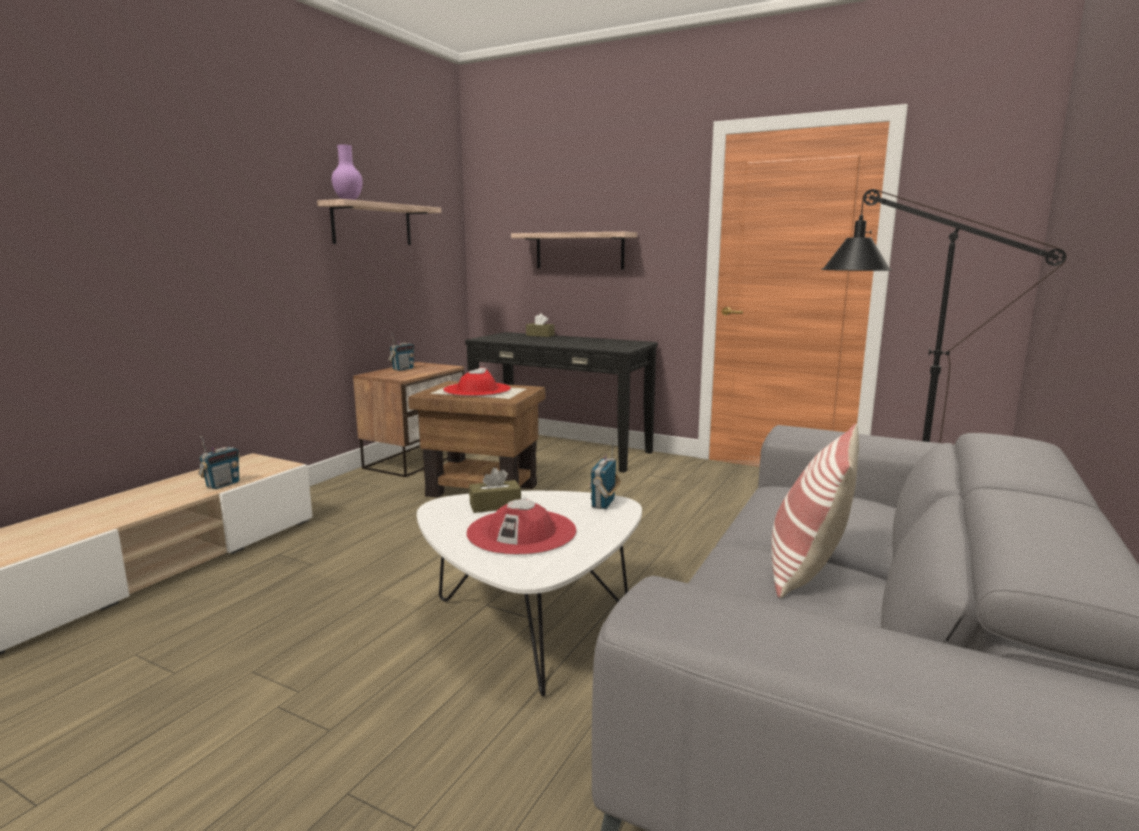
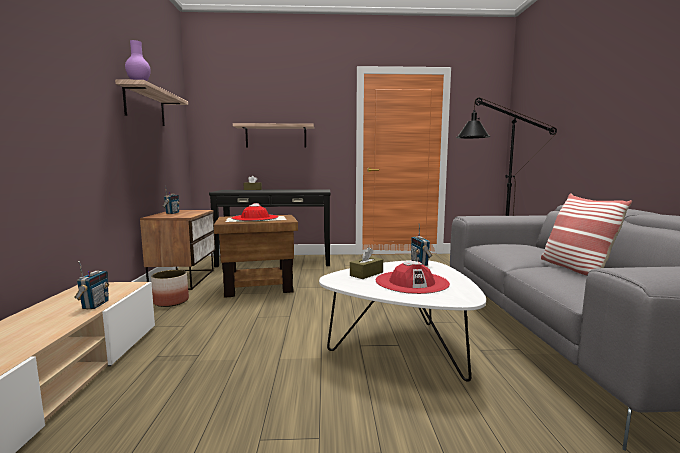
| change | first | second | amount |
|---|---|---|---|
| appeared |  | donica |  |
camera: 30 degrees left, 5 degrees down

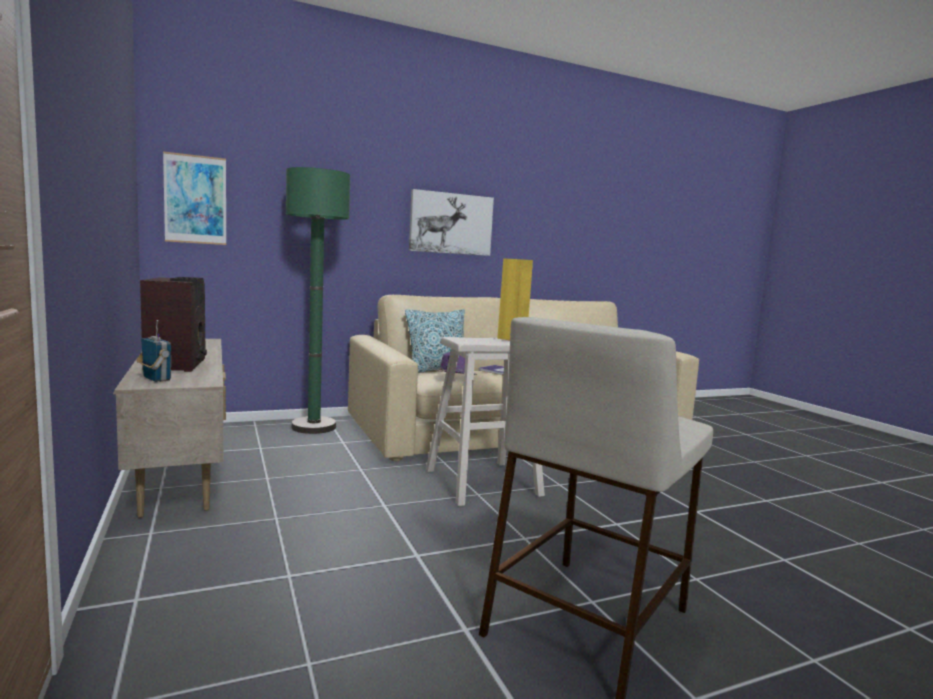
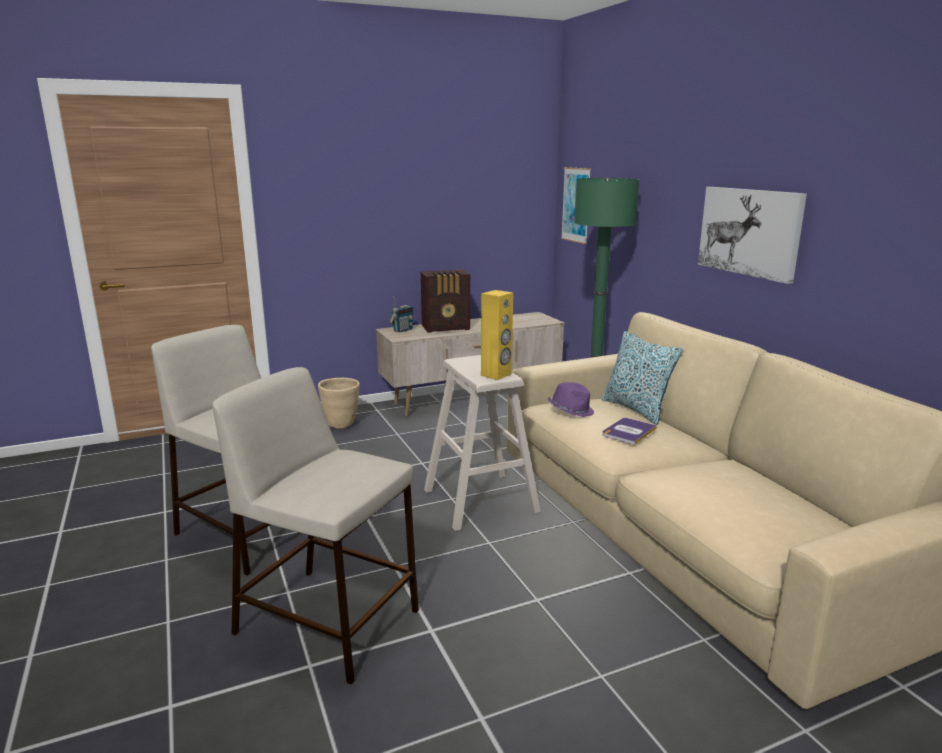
| change | first | second | amount |
|---|---|---|---|
| appeared |  | stołek [beżowy] (no. 2 from left) |  |
| appeared |  | donica [beżowy] |  |
camera: 90 degrees right, 10 degrees up

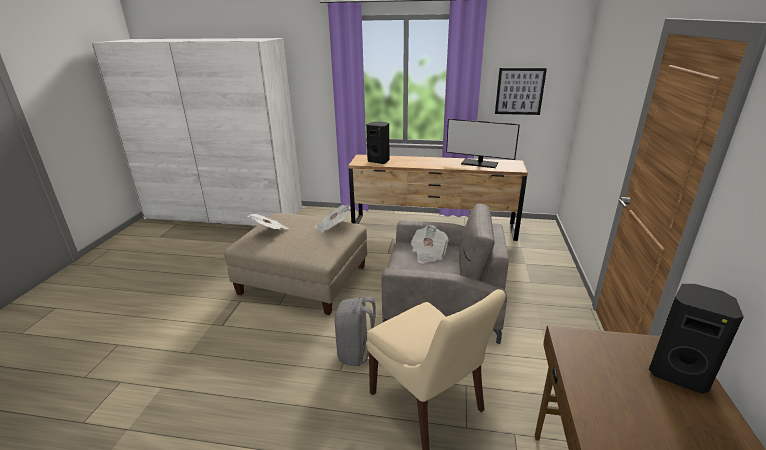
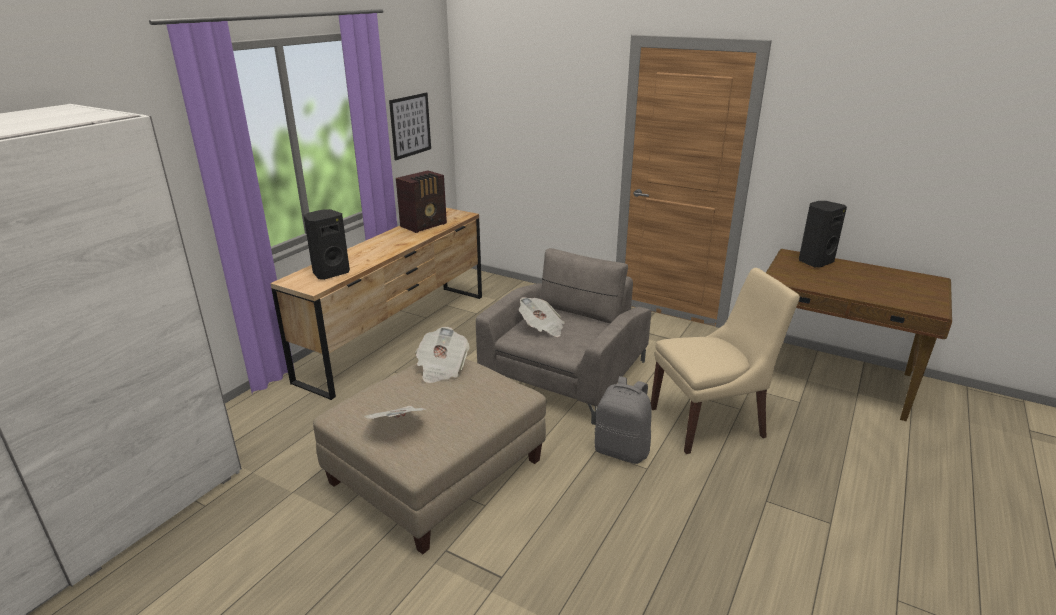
| change | first | second | amount |
|---|---|---|---|
| exchanged | monitor | radio |  |
camera: 70 degrees left, 0 degrees up

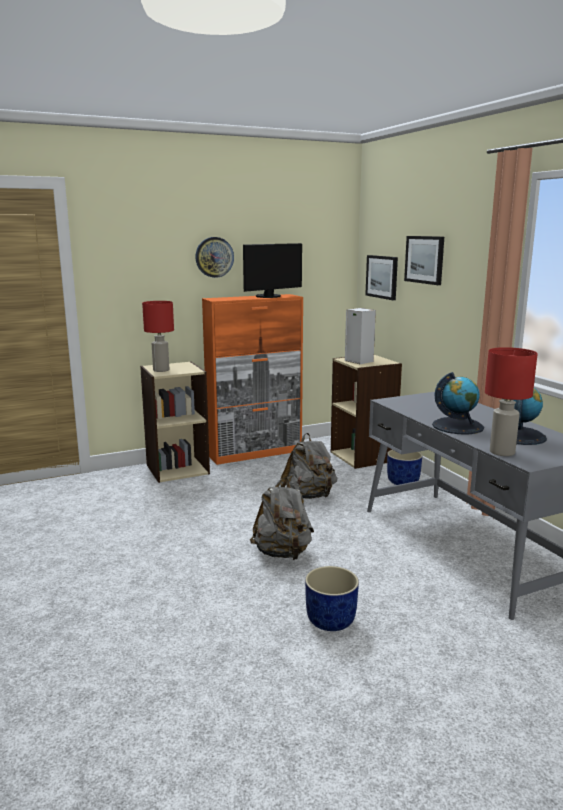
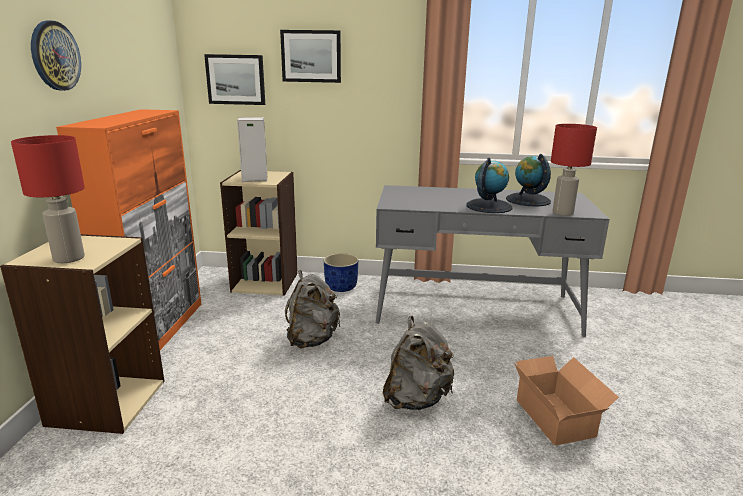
| change | first | second | amount |
|---|---|---|---|
| missing | monitor |  |  |
| exchanged | donica [niebieski] (no. 1 from left) | karton |  |
camera: 60 degrees left, 5 degrees up

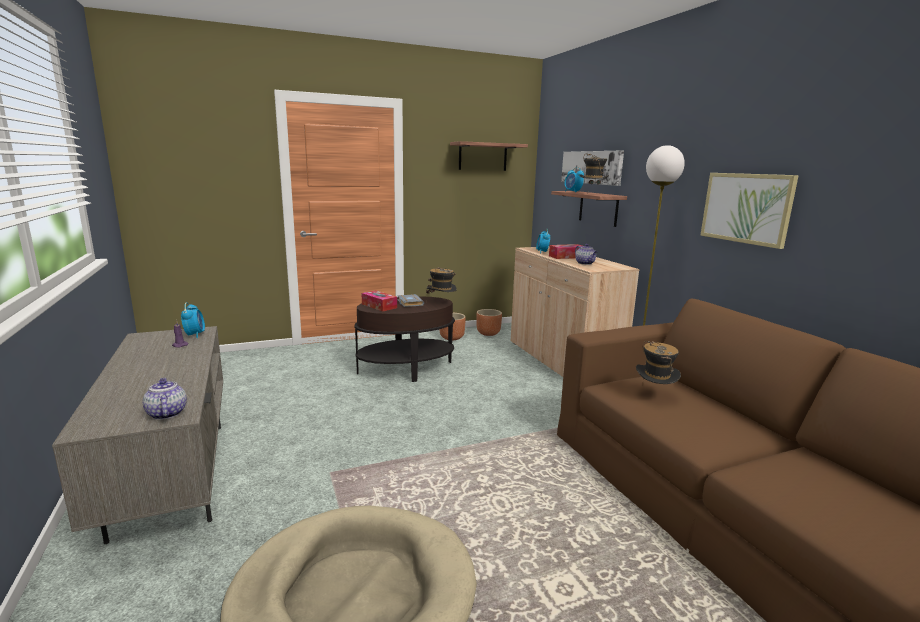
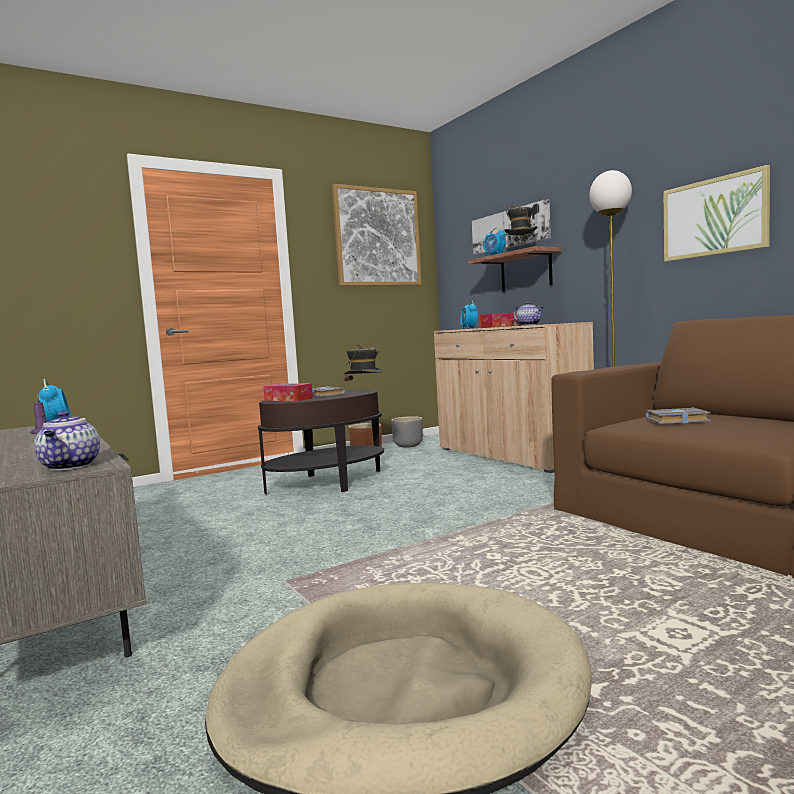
| change | first | second | amount |
|---|---|---|---|
| exchanged | półka (no. 1 from left) | obraz (no. 1 from left) |  |
| exchanged | kapelusz (no. 3 from left) | książka [szary] (no. 2 from left) |  |
| colour | donica [brązowy] (no. 2 from left) | donica [szary] |  |
| spun | imbryk (no. 1 from left) |  | 150 degrees counterclockwise |
camera: 10 degrees left, 10 degrees down

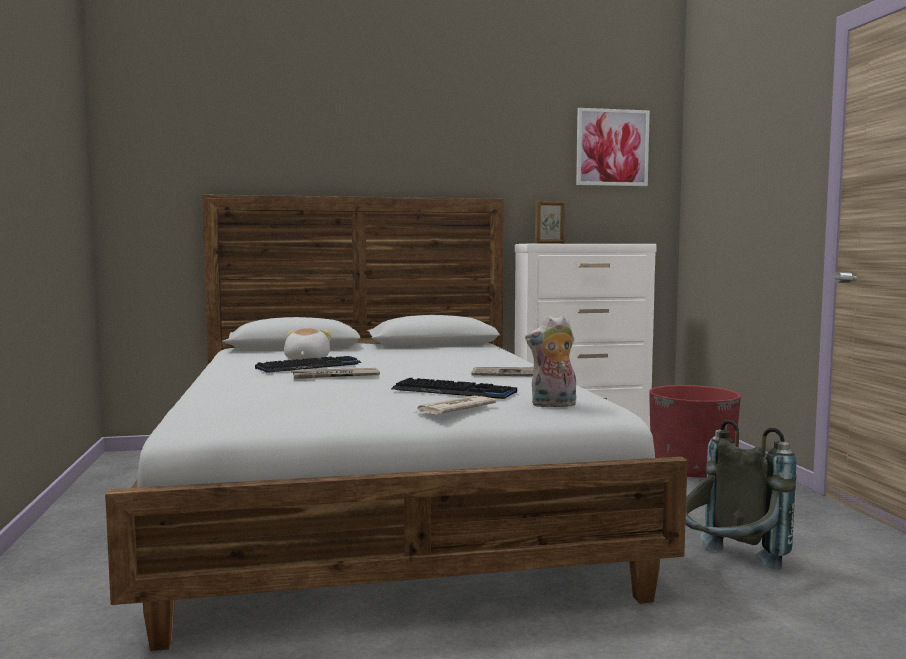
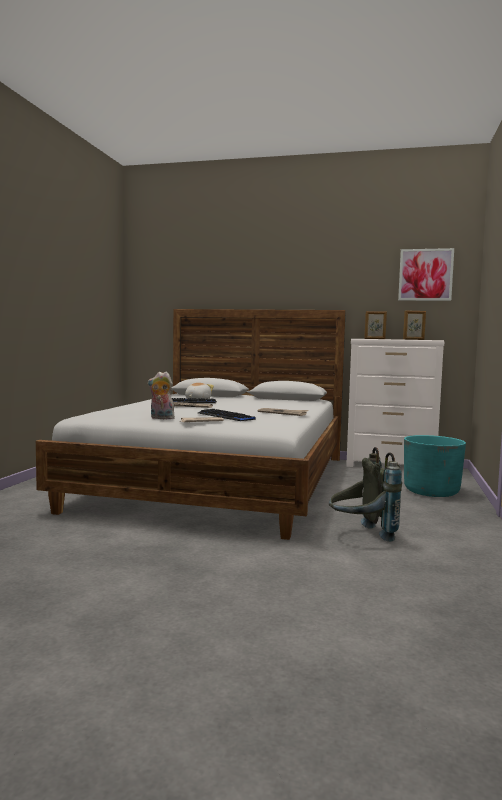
| change | first | second | amount |
|---|---|---|---|
| appeared |  | ramka na zdjęcie (no. 2 from left) |  |
| relocated | pluszak (no. 2 from left in the first image) | pluszak (no. 1 from left) |  |
| colour | donica [czerwony] | donica [turkusowy] |  |
camera: 25 degrees right, 0 degrees up

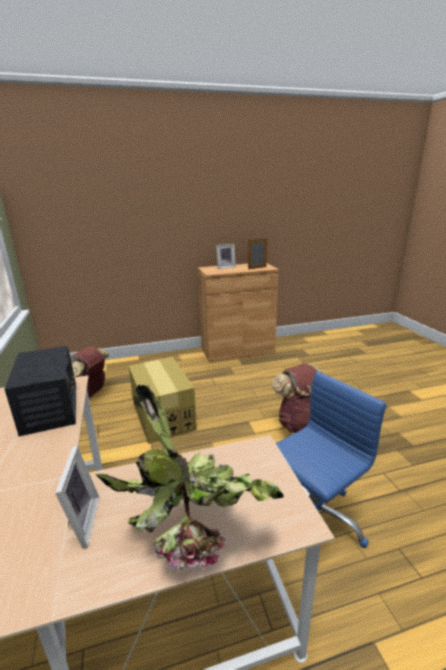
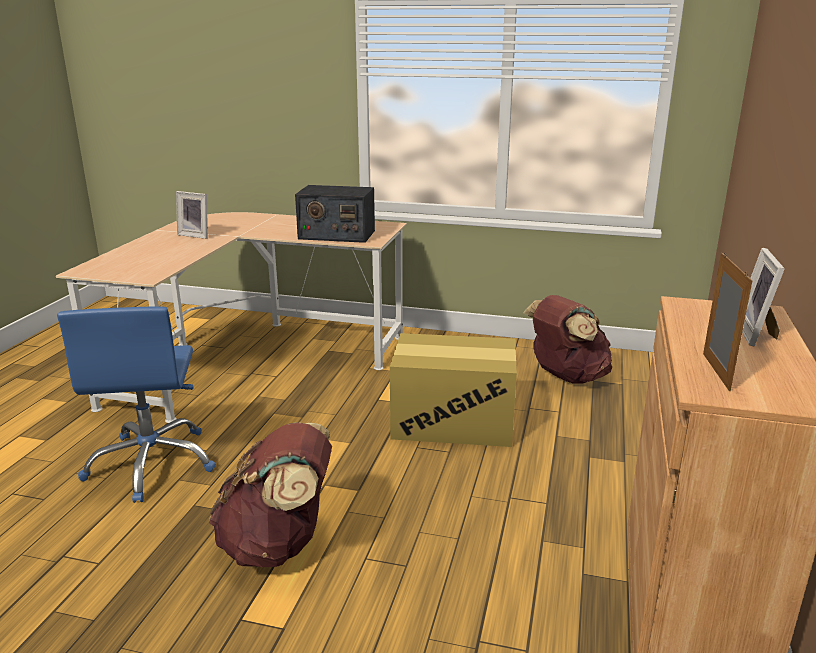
| change | first | second | amount |
|---|---|---|---|
| missing | roślina doniczkowa |  |  |
camera: 120 degrees right, 0 degrees up

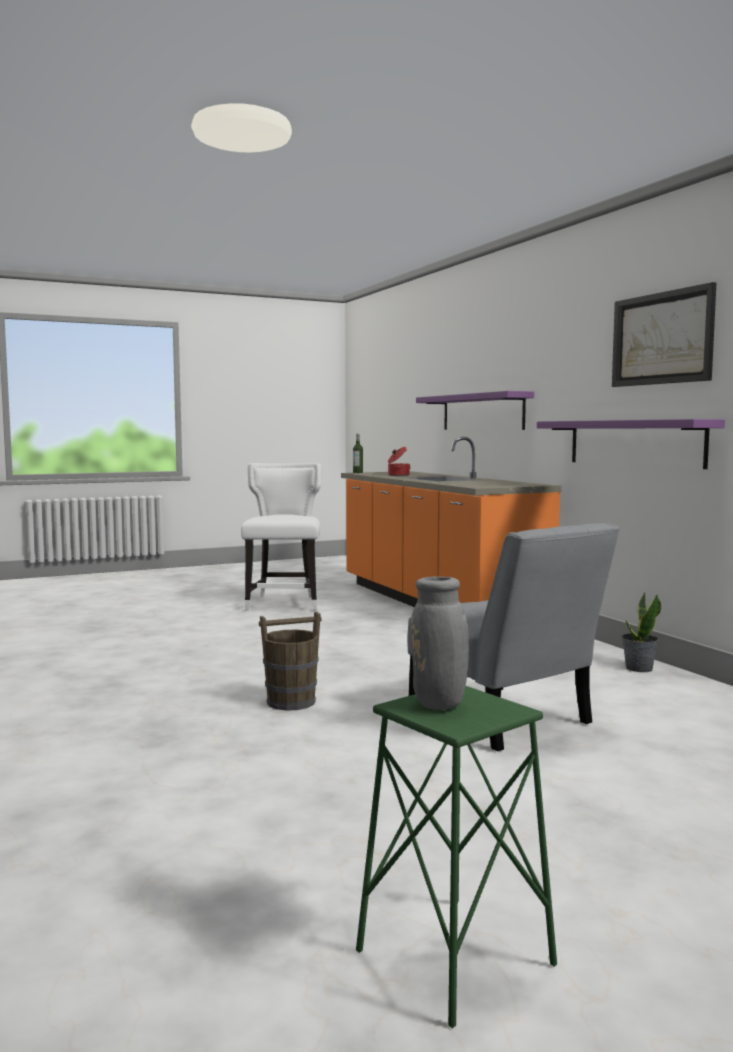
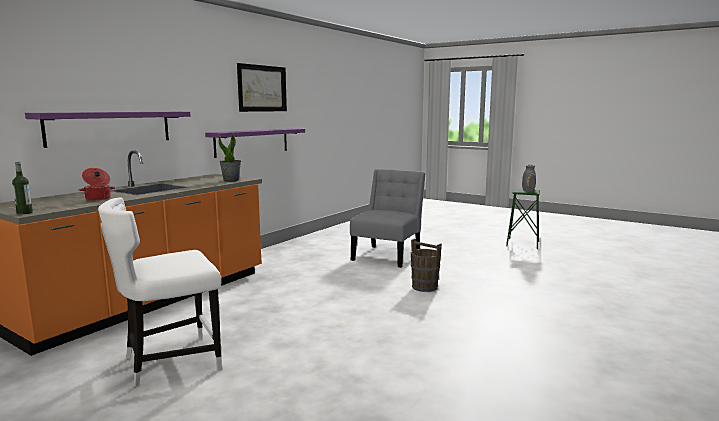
| change | first | second | amount |
|---|---|---|---|
| relocated | roślina doniczkowa |  |  |
camera: 120 degrees left, 5 degrees up

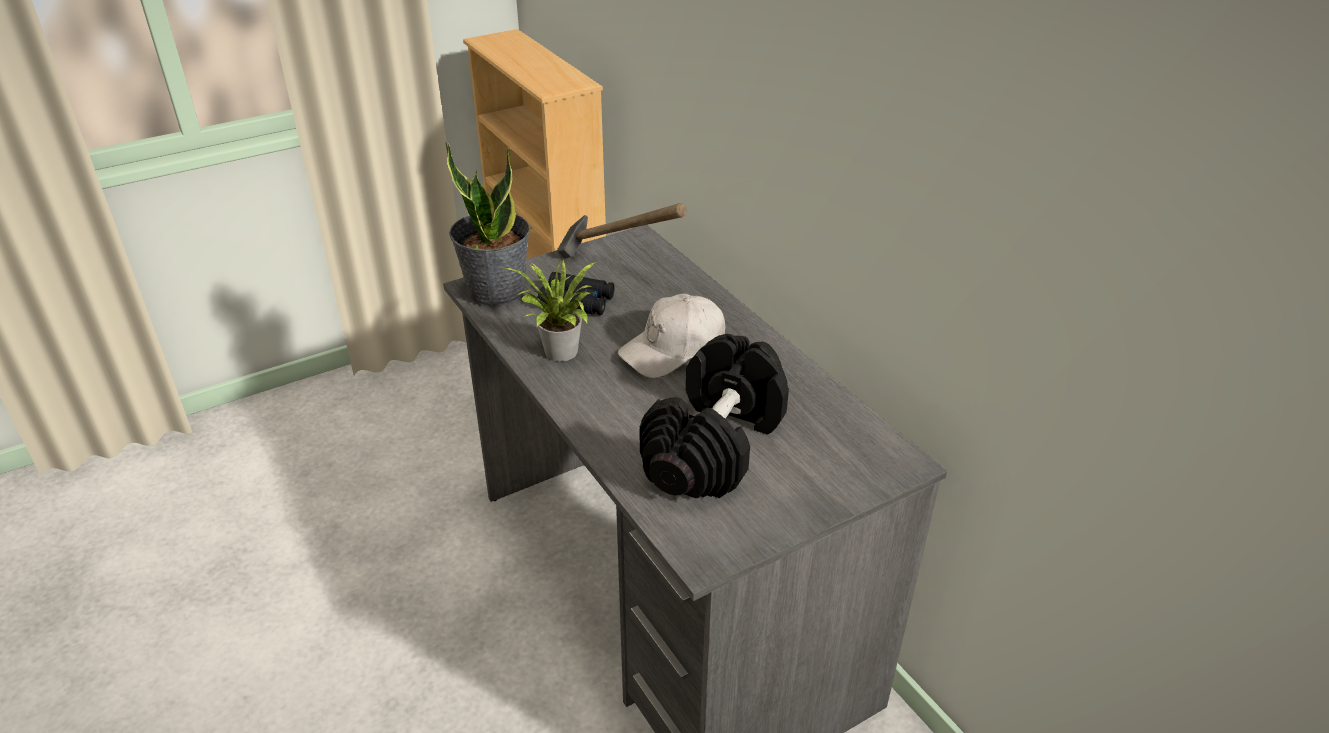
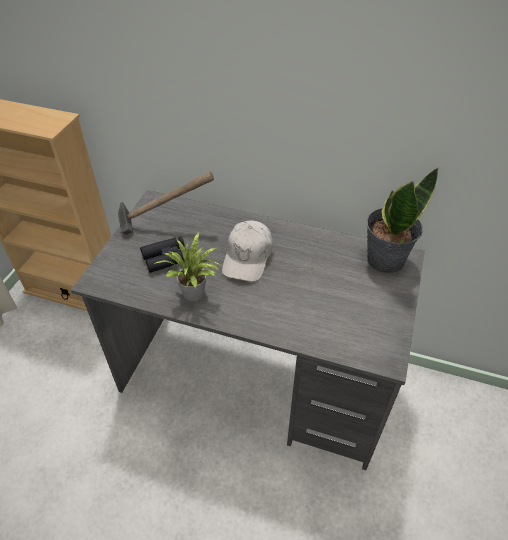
| change | first | second | amount |
|---|---|---|---|
| missing | hantel [czarny] |  |  |
| relocated | roślina doniczkowa (no. 1 from left in the first image) | roślina doniczkowa (no. 2 from left) |  |
camera: 40 degrees left, 10 degrees up

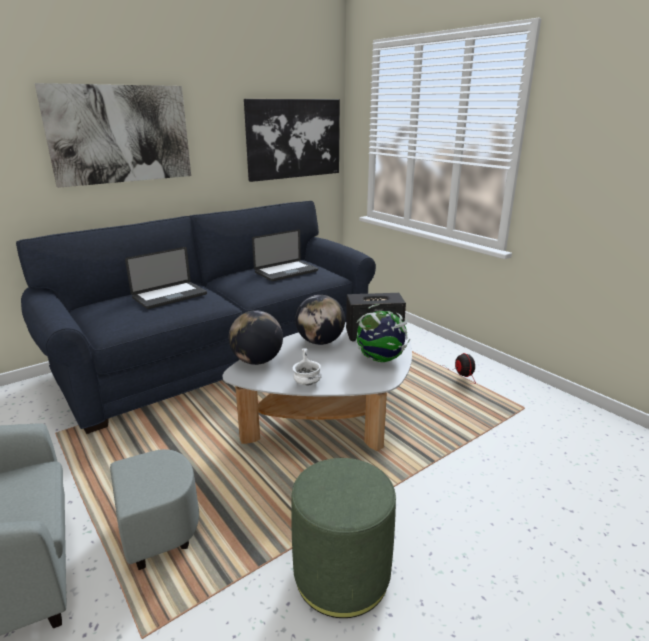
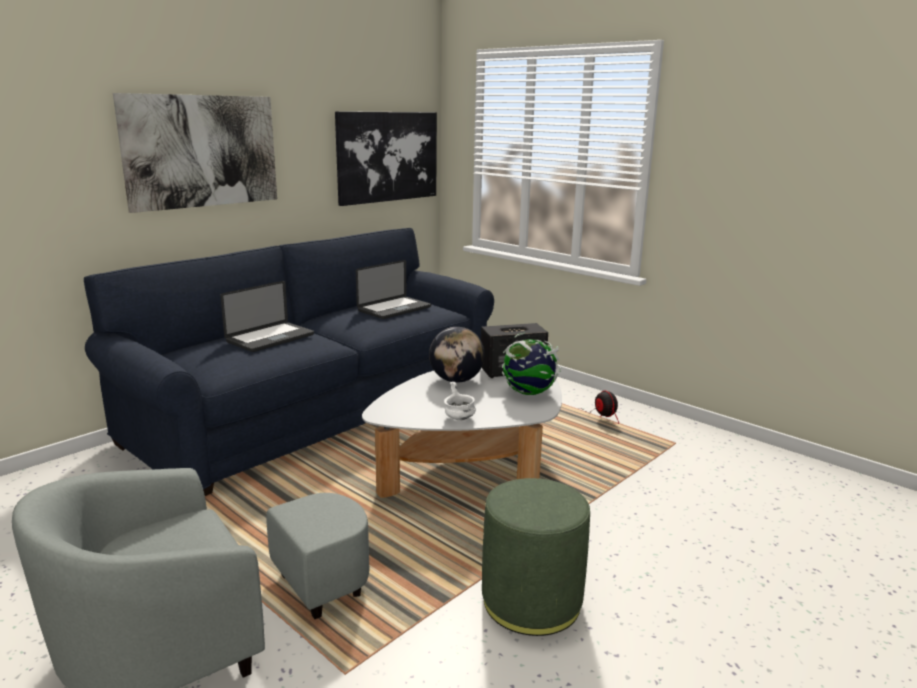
| change | first | second | amount |
|---|---|---|---|
| missing | globus (no. 1 from left) |  |  |
camera: 10 degrees left, 5 degrees down

